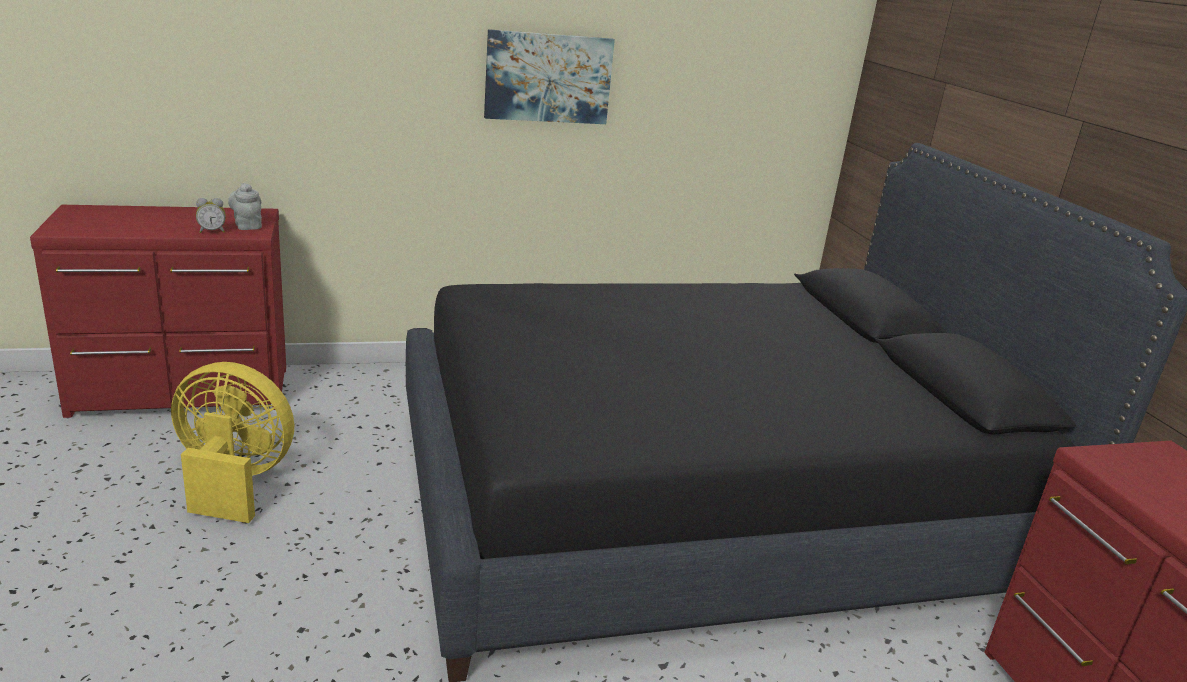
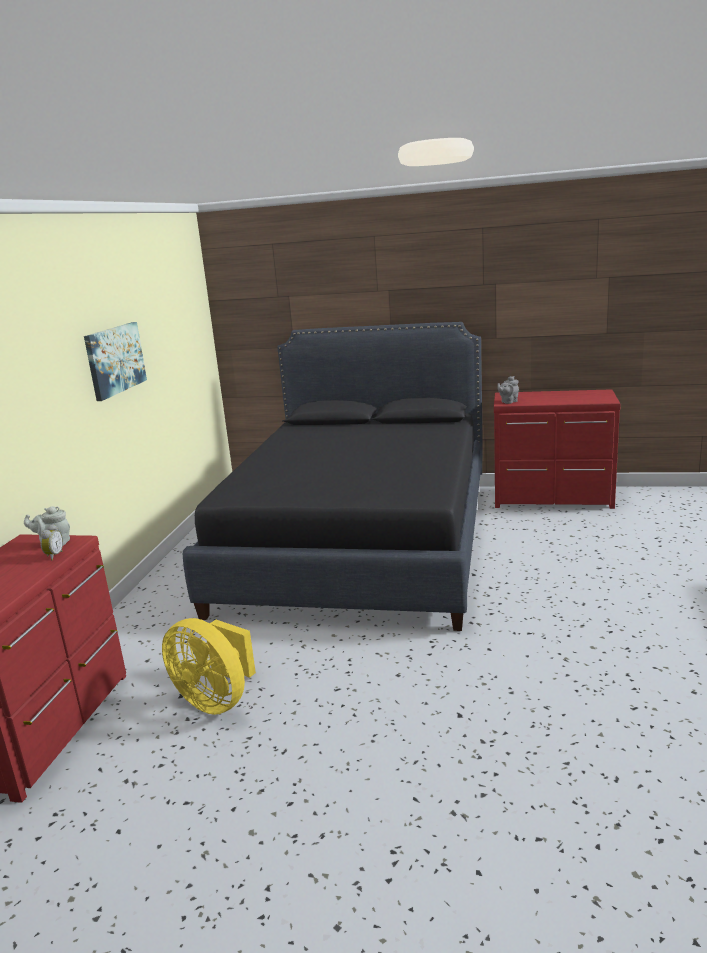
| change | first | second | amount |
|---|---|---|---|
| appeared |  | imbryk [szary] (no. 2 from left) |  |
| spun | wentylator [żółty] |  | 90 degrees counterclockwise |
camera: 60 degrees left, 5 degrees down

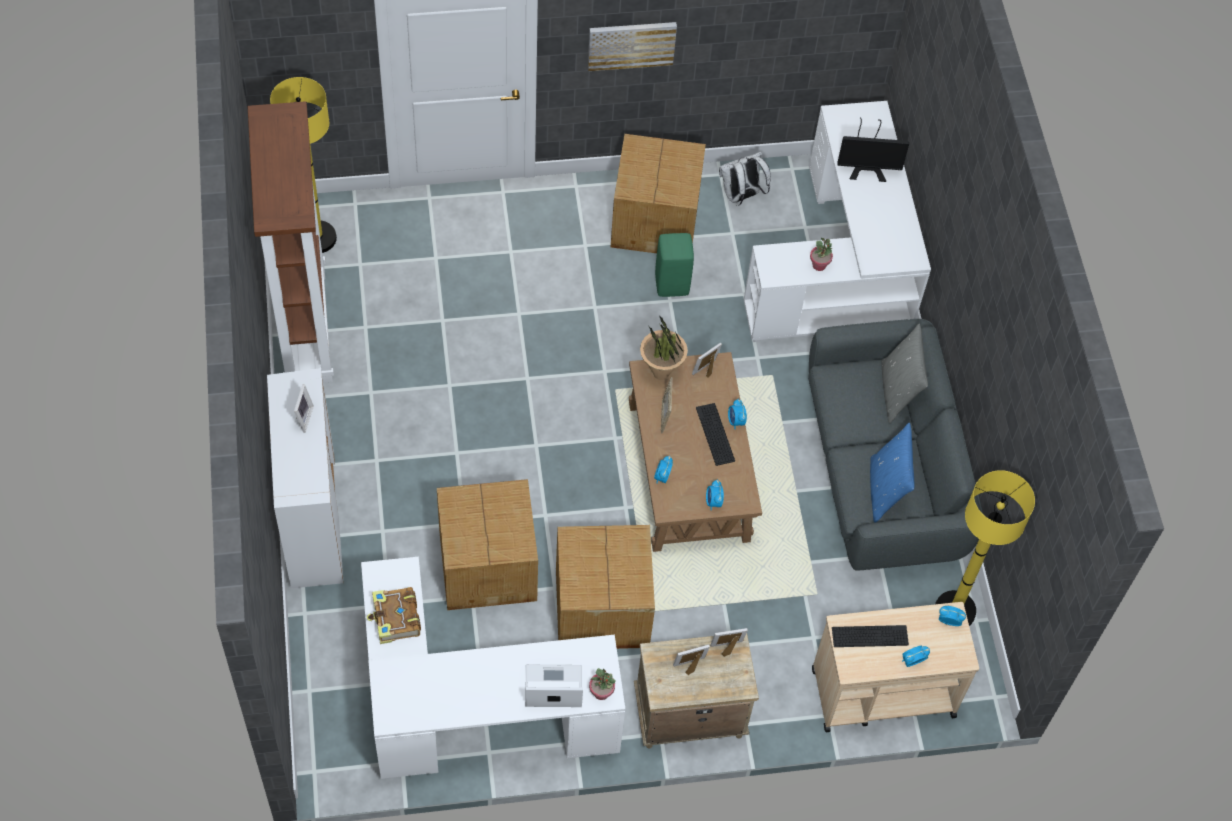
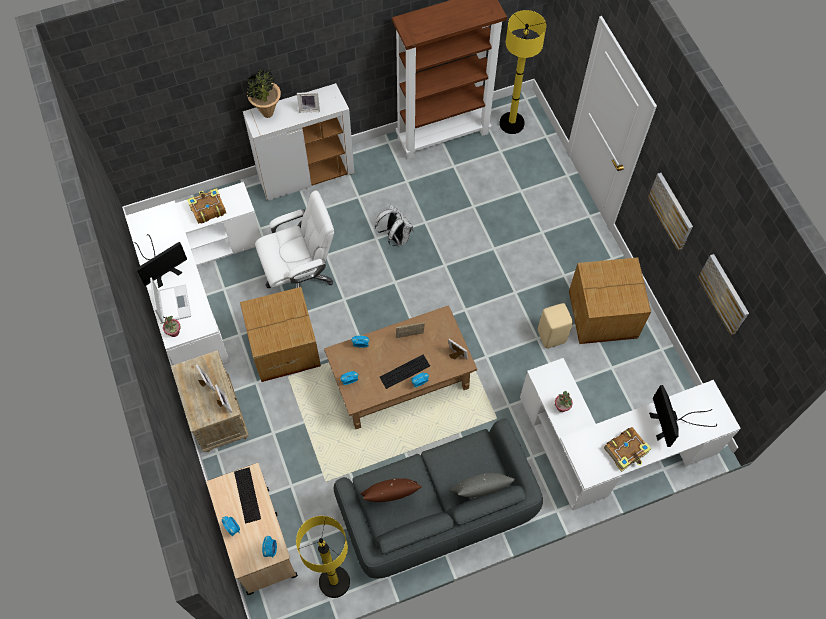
| change | first | second | amount |
|---|---|---|---|
| appeared |  | monitor (no. 1 from left) |  |
| appeared |  | książka (no. 2 from left) |  |
| appeared |  | obraz (no. 2 from left) |  |
| relocated | roślina doniczkowa (no. 2 from left) |  |  |
| relocated | plecak [biały] |  |  |
| exchanged | karton (no. 1 from left) | krzesło biurowe [biały] |  |
| colour | stołek [zielony] | stołek [beżowy] |  |
| colour | poduszka [niebieski] | poduszka [brązowy] |  |
camera: 80 degrees right, 5 degrees up

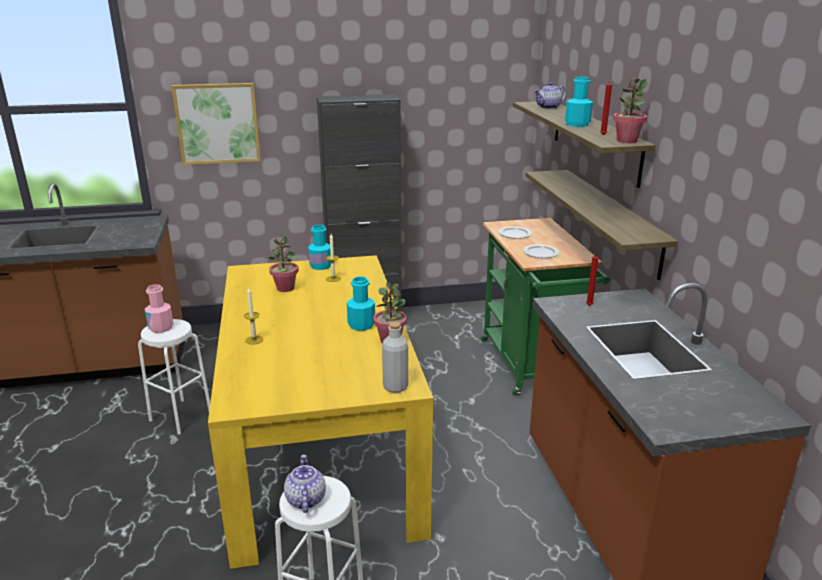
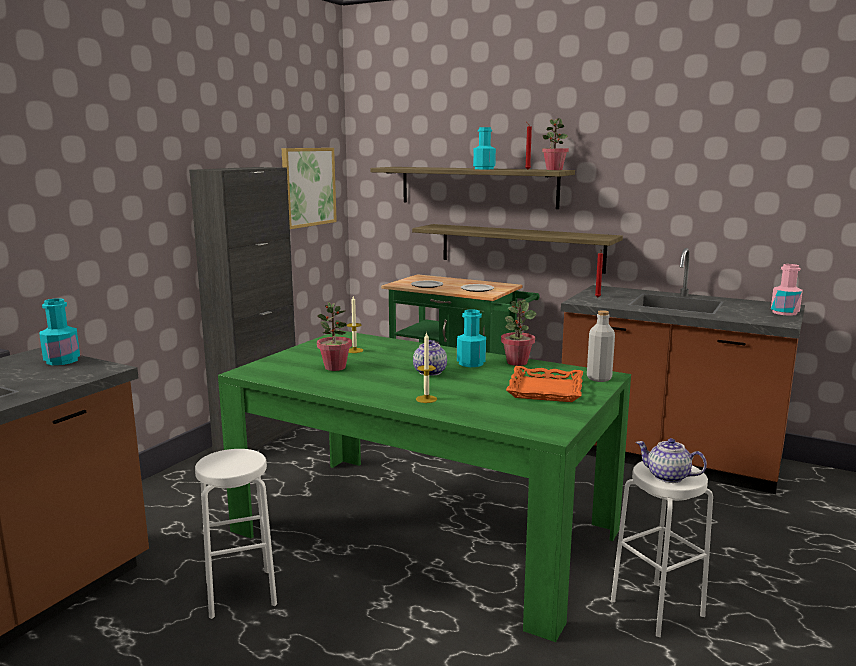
| change | first | second | amount |
|---|---|---|---|
| appeared |  | taca [pomarańczowy] |  |
| relocated | butelka [różowy] |  |  |
| relocated | obraz |  |  |
| relocated | butelka [turkusowy] (no. 1 from left) |  |  |
| relocated | imbryk (no. 2 from left in the first image) | imbryk (no. 1 from left) |  |
| colour | stół jadalny [żółty] | stół jadalny [zielony] |  |
camera: 50 degrees left, 10 degrees down

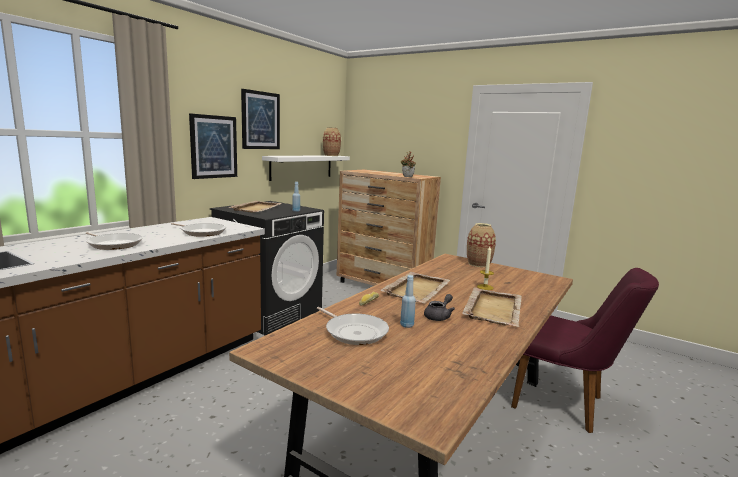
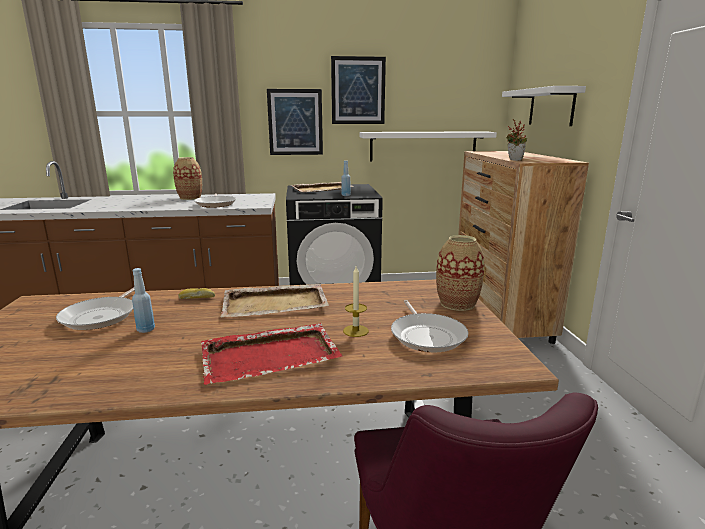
| change | first | second | amount |
|---|---|---|---|
| missing | imbryk [szary] |  |  |
| appeared |  | półka [biały] (no. 2 from left) |  |
| relocated | patelnia (no. 1 from left in the first image) | patelnia (no. 3 from left) |  |
| relocated | wazon (no. 1 from left) |  |  |
| colour | taca [beżowy] (no. 3 from left) | taca [czerwony] |  |
camera: 50 degrees right, 5 degrees up

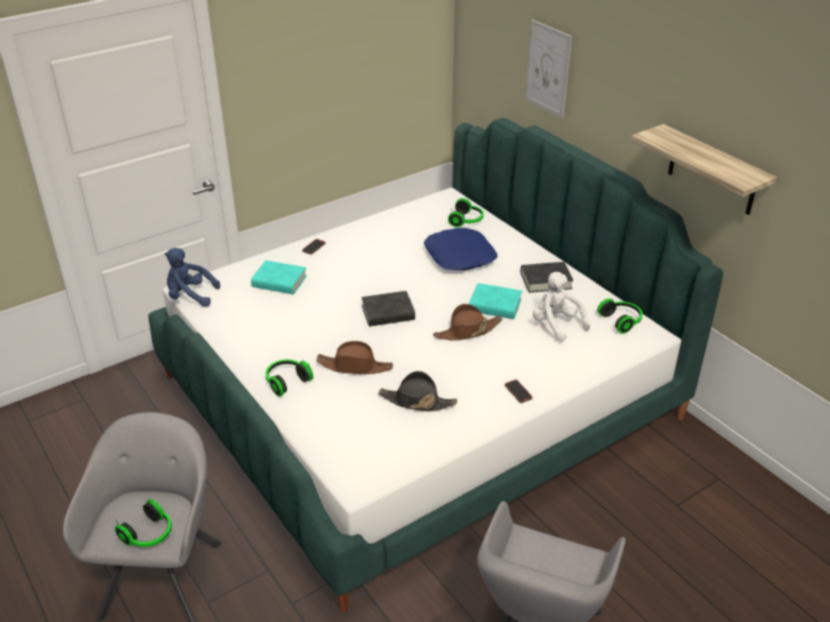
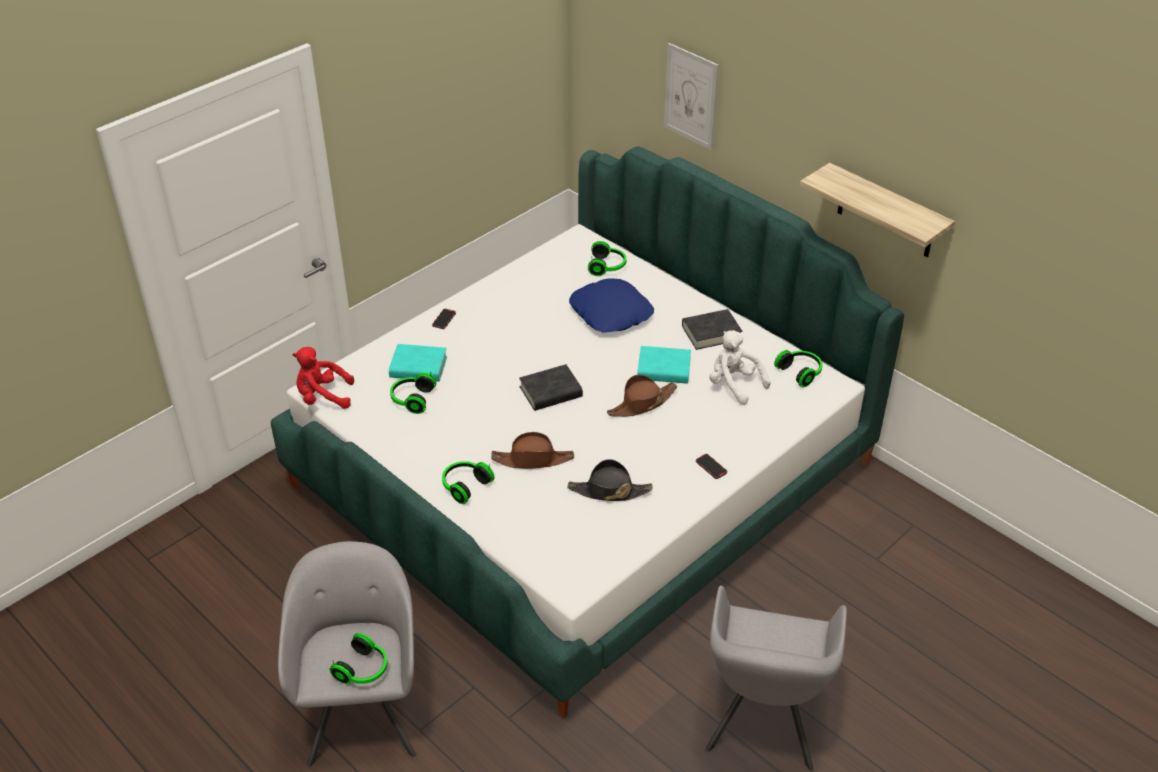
| change | first | second | amount |
|---|---|---|---|
| appeared |  | słuchawki (no. 2 from left) |  |
| colour | pluszak [niebieski] | pluszak [czerwony] |  |
camera: 10 degrees left, 5 degrees up

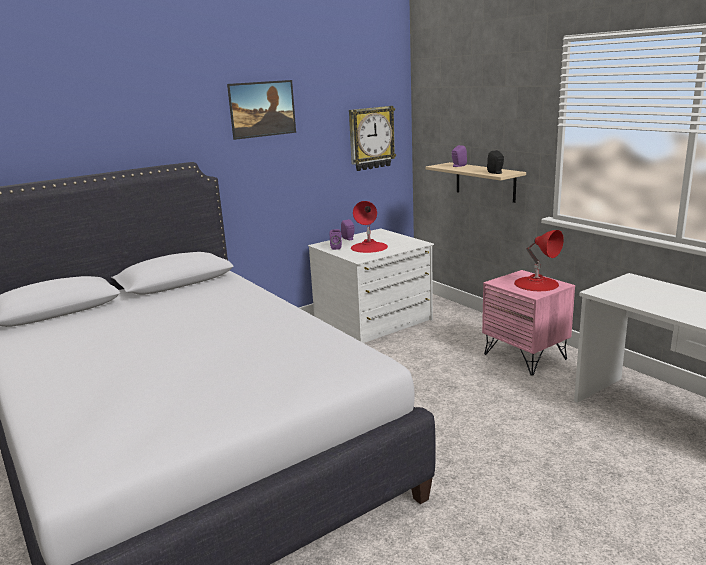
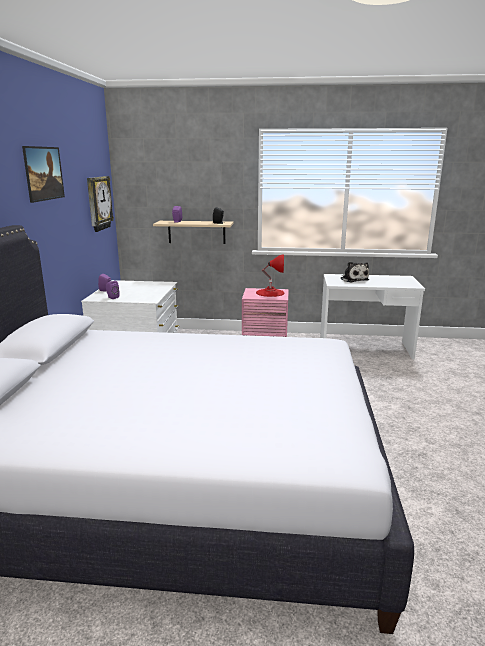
| change | first | second | amount |
|---|---|---|---|
| missing | lampa stołowa [czerwony] (no. 1 from left) |  |  |
| appeared |  | pluszak |  |
camera: 50 degrees left, 0 degrees up

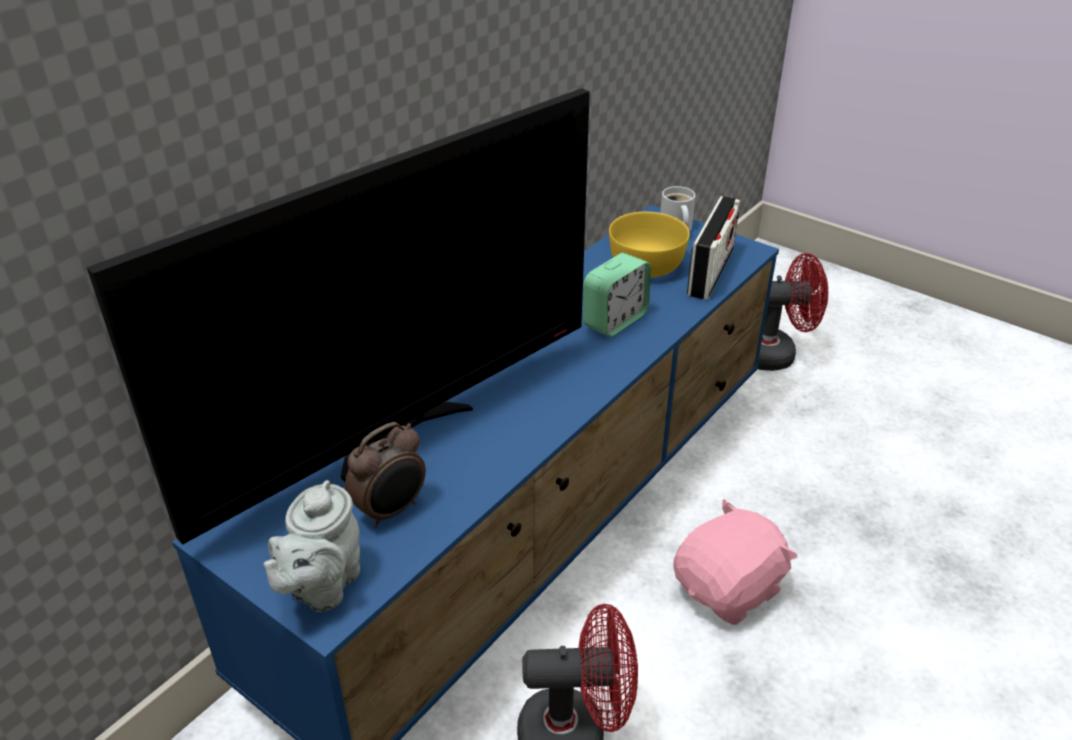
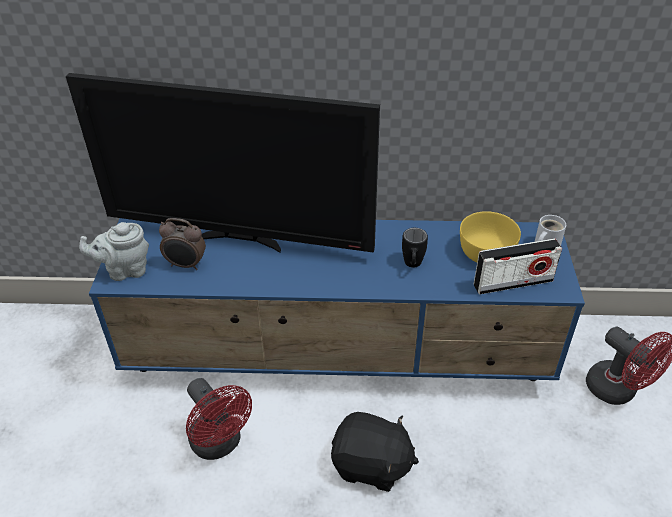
| change | first | second | amount |
|---|---|---|---|
| exchanged | budzik (no. 2 from left) | kubek [czarny] |  |
| colour | pluszak [różowy] | pluszak [czarny] |  |
camera: 55 degrees right, 5 degrees up

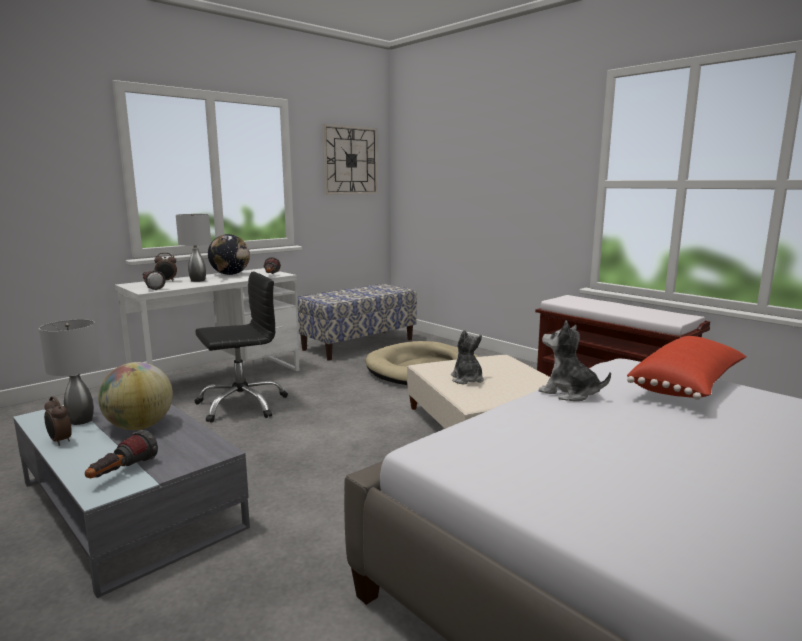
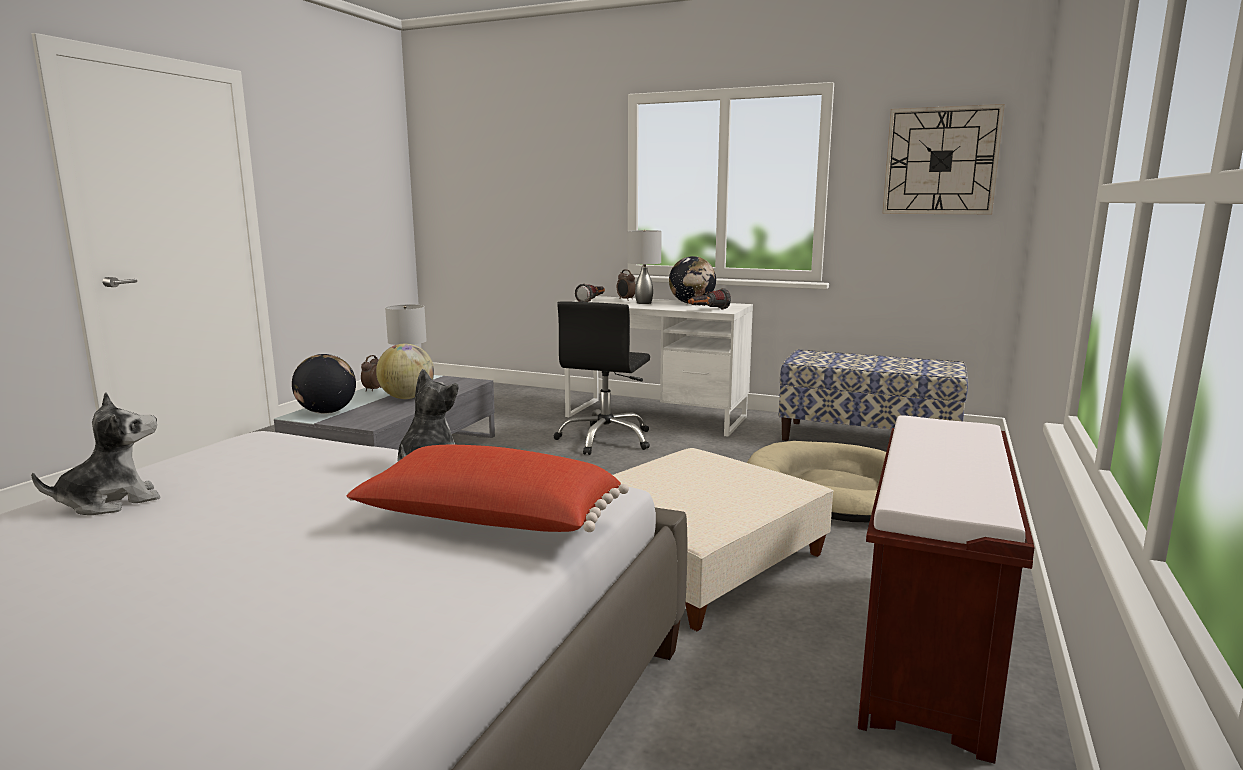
| change | first | second | amount |
|---|---|---|---|
| relocated | pluszak (no. 1 from left) |  |  |
| exchanged | latarka (no. 1 from left) | globus (no. 1 from left) |  |
| spun | krzesło biurowe [czarny] |  | 75 degrees clockwise |
camera: 65 degrees right, 0 degrees up

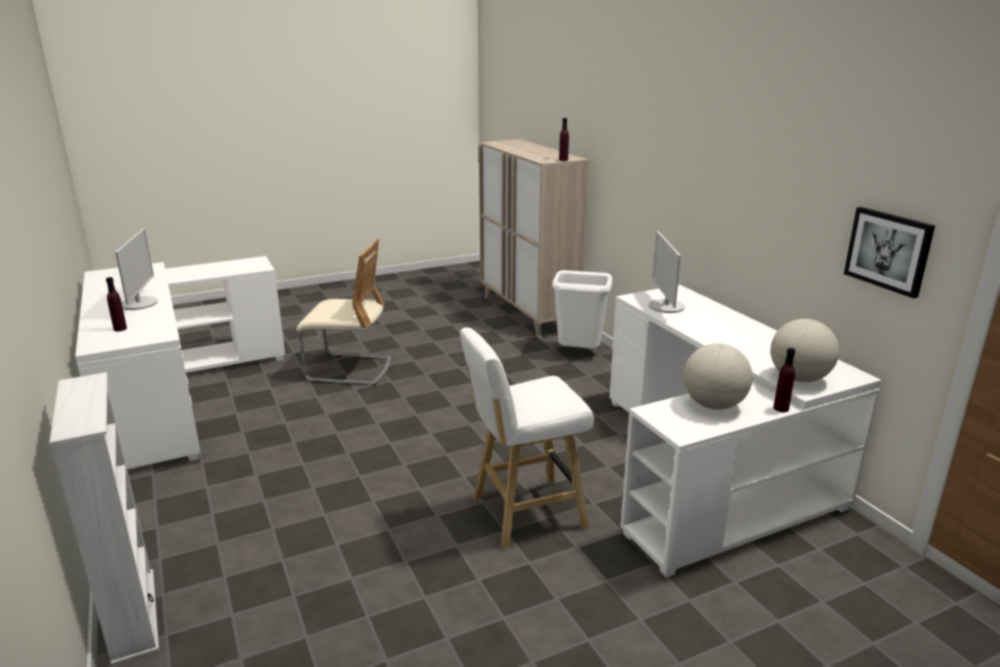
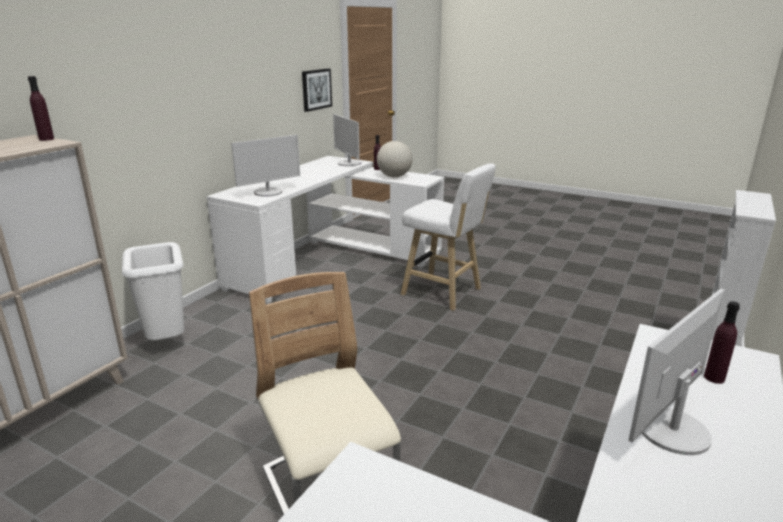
| change | first | second | amount |
|---|---|---|---|
| exchanged | globus (no. 2 from left) | monitor (no. 2 from left) |  |
camera: 125 degrees left, 0 degrees up

